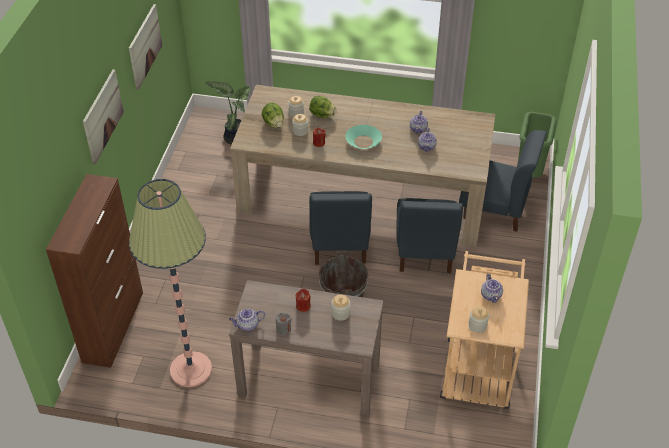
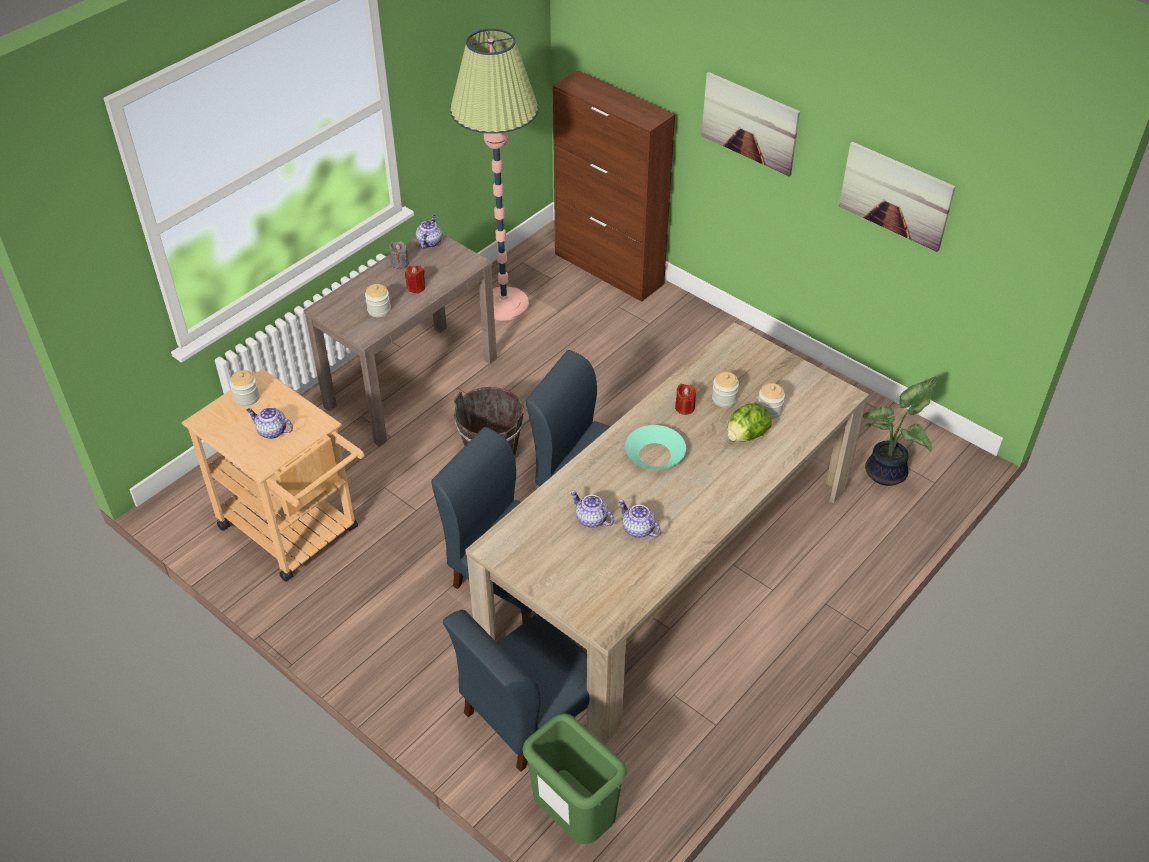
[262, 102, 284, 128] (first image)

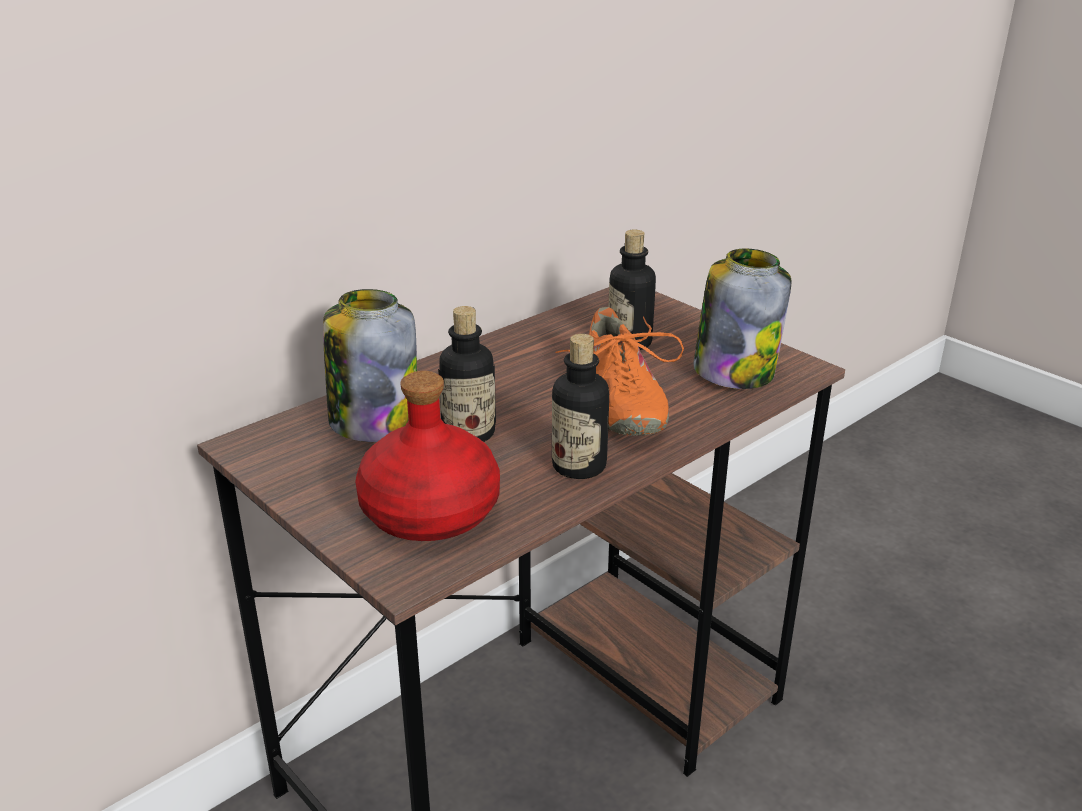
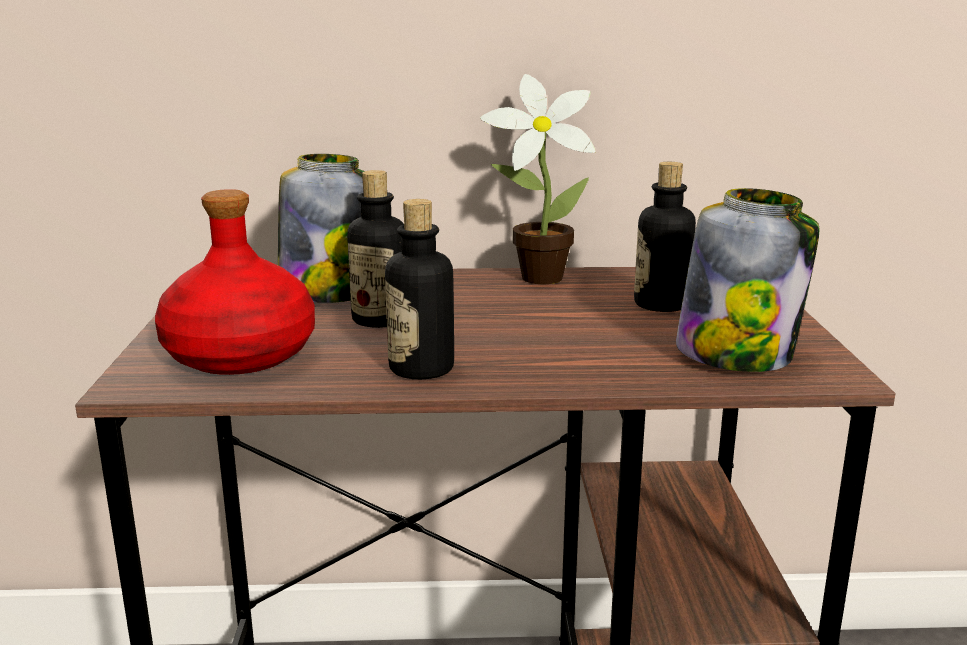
[556, 307, 684, 436] (first image)
[480, 74, 595, 284]

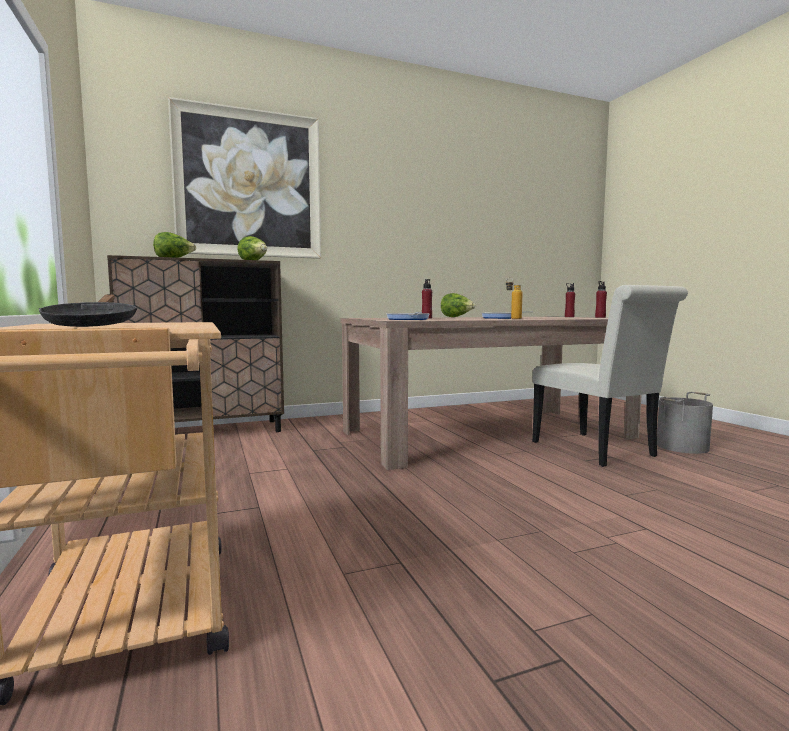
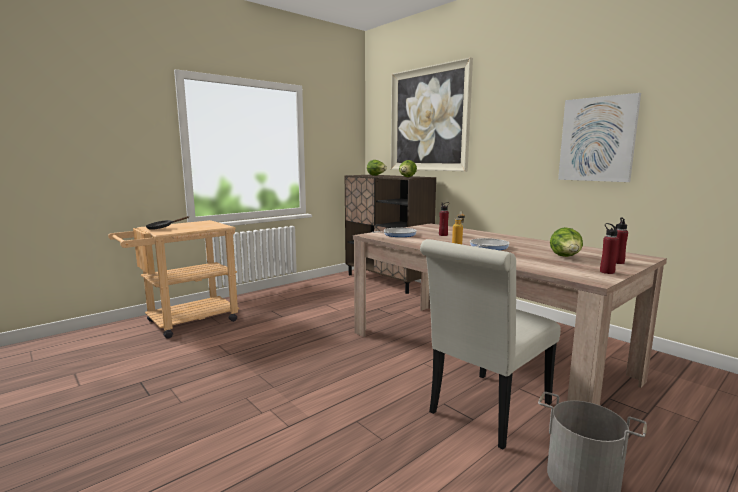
[550, 227, 583, 257]
[558, 93, 641, 182]

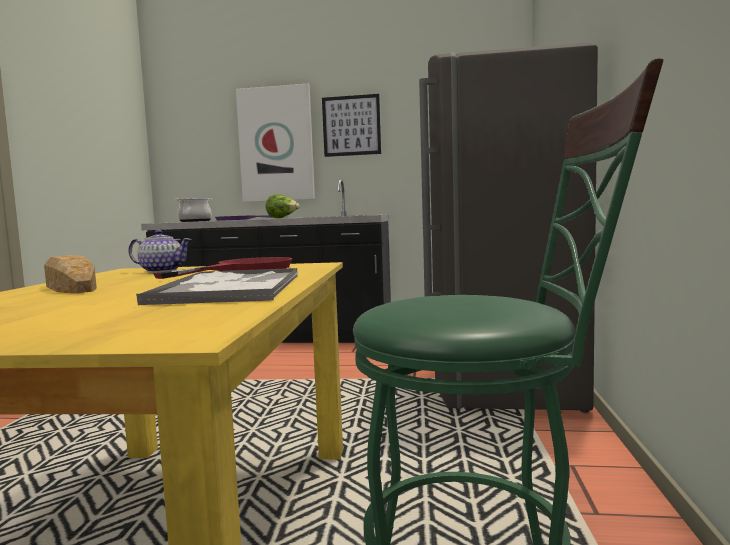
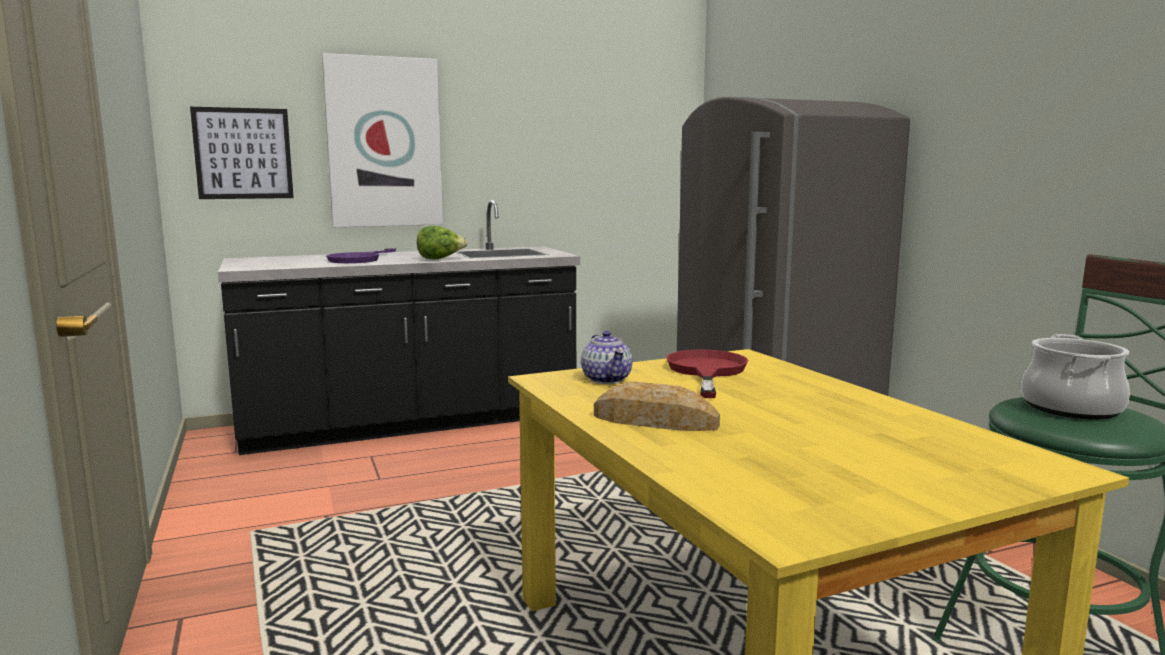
[581, 331, 632, 384]
[136, 268, 299, 306] (first image)
[1021, 334, 1130, 419]
[190, 107, 294, 199]

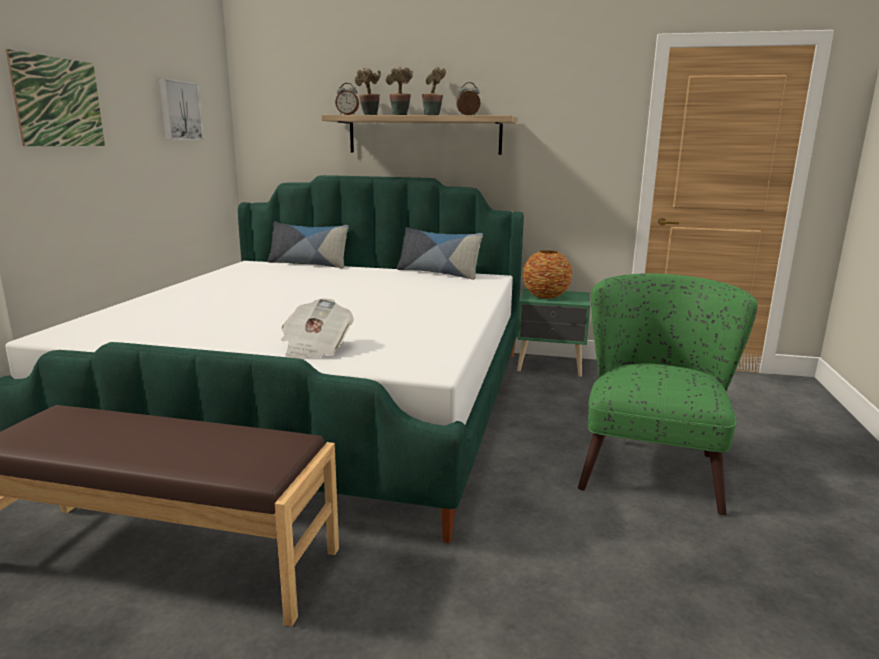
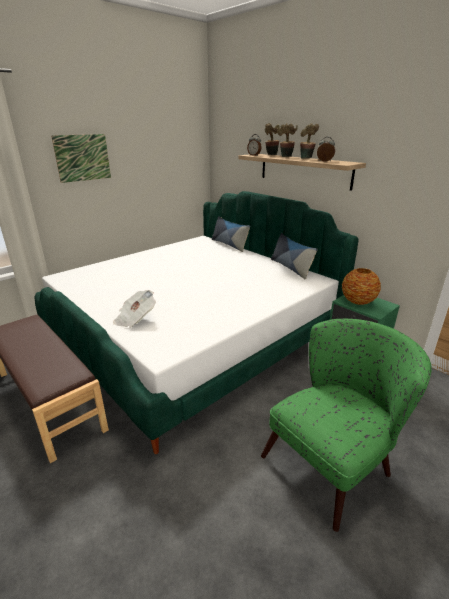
[158, 78, 204, 140] (first image)

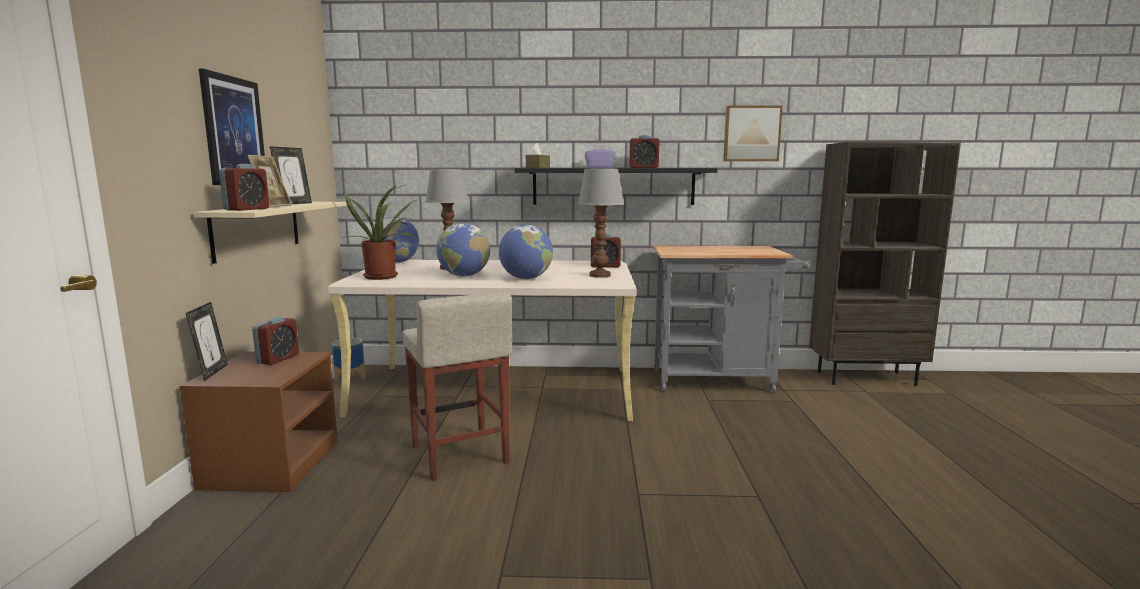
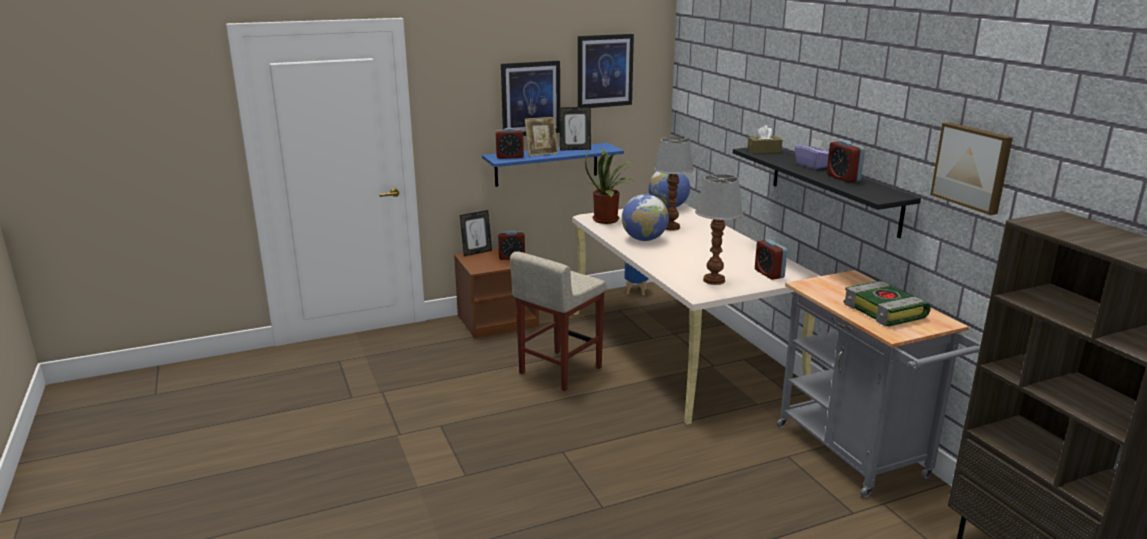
[482, 143, 624, 187]
[499, 225, 553, 279] (first image)
[578, 34, 634, 108]
[844, 281, 931, 327]

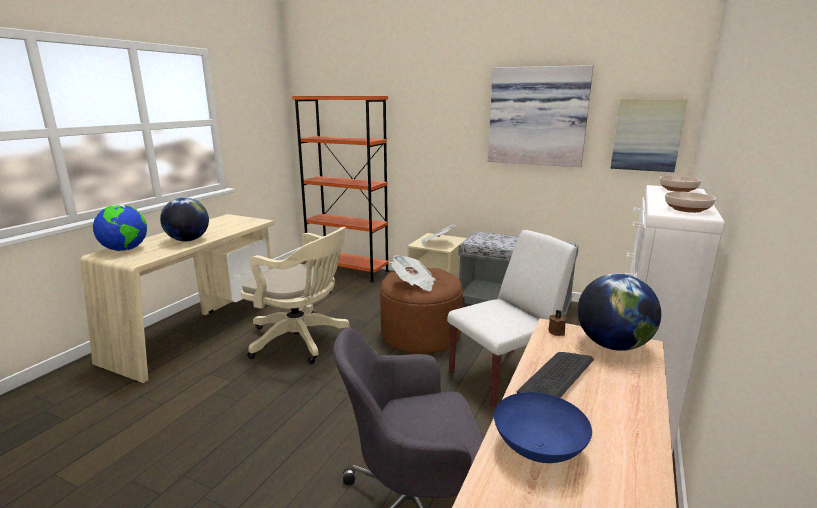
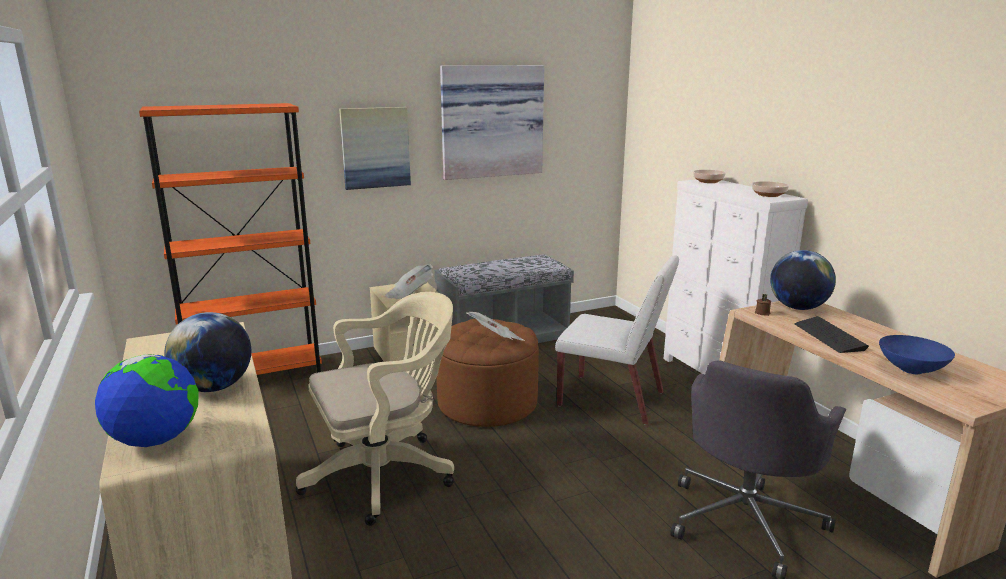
[555, 255, 679, 425]
[339, 107, 411, 190]

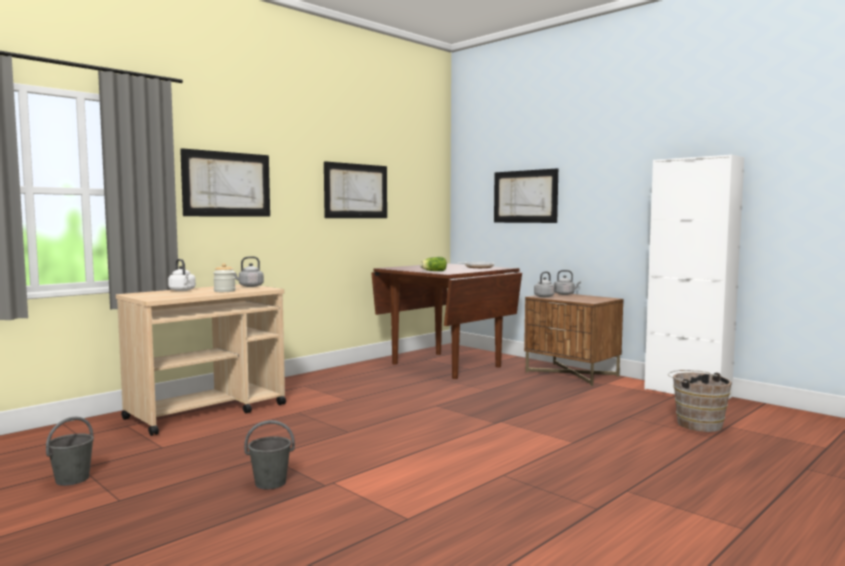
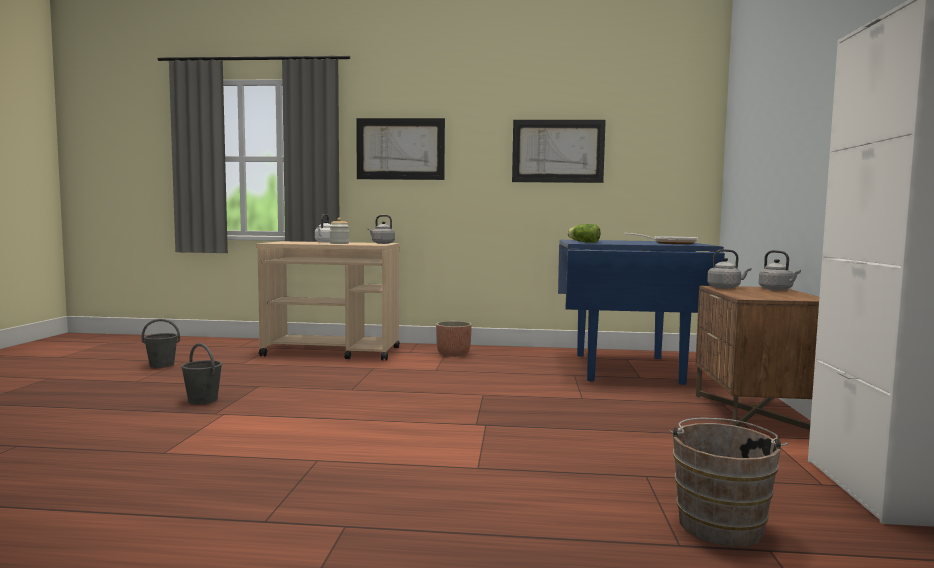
[558, 240, 725, 385]
[494, 168, 558, 223] (first image)
[436, 321, 472, 357]

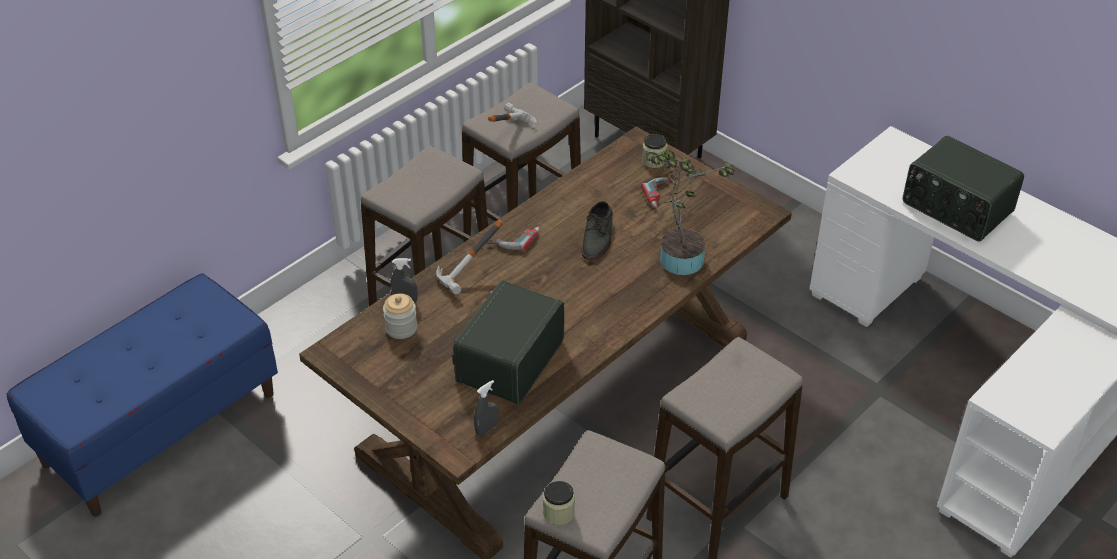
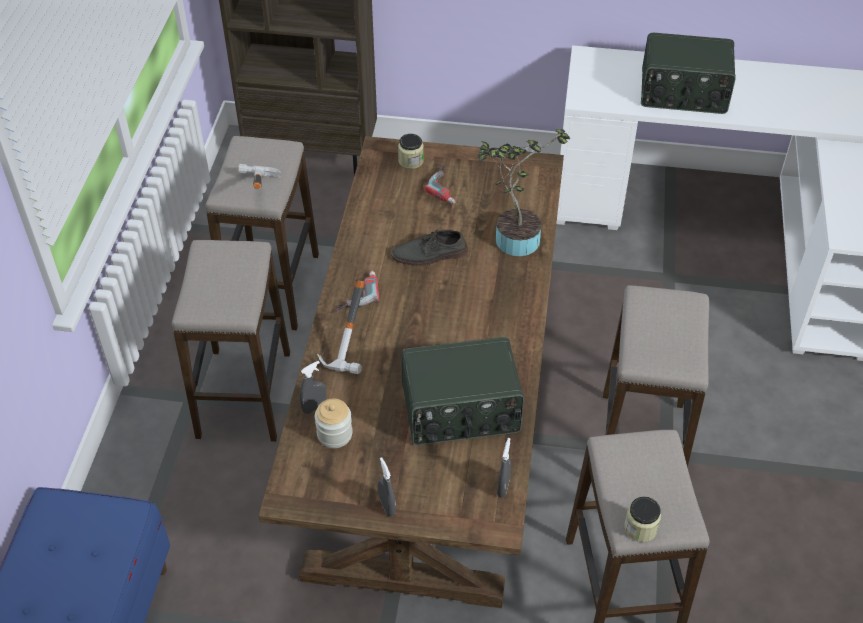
[401, 337, 524, 445]
[391, 228, 468, 266]
[378, 457, 396, 517]

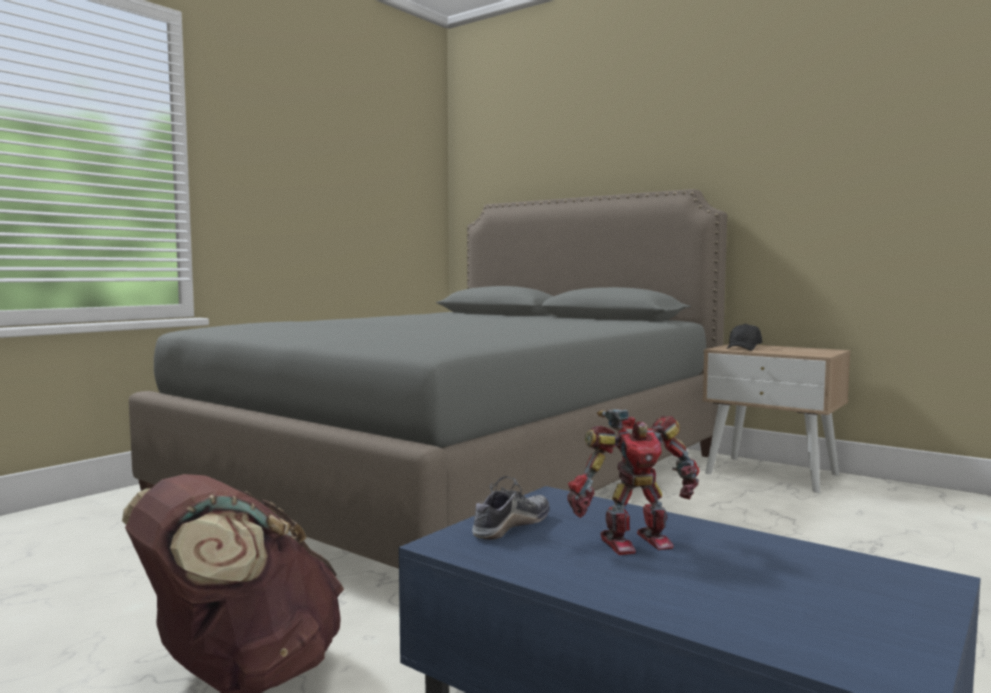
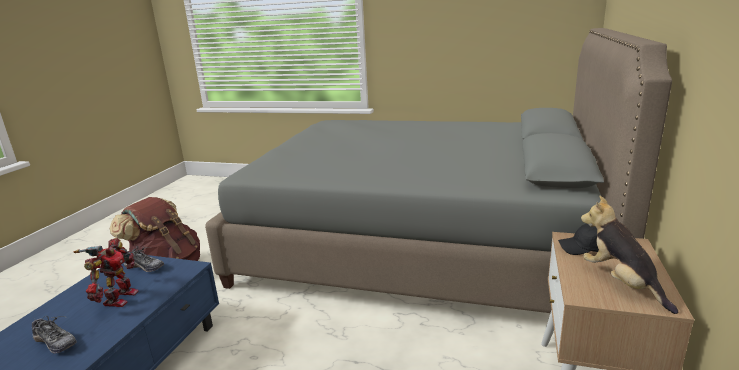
[74, 238, 139, 307]
[32, 316, 76, 354]
[581, 196, 678, 314]

